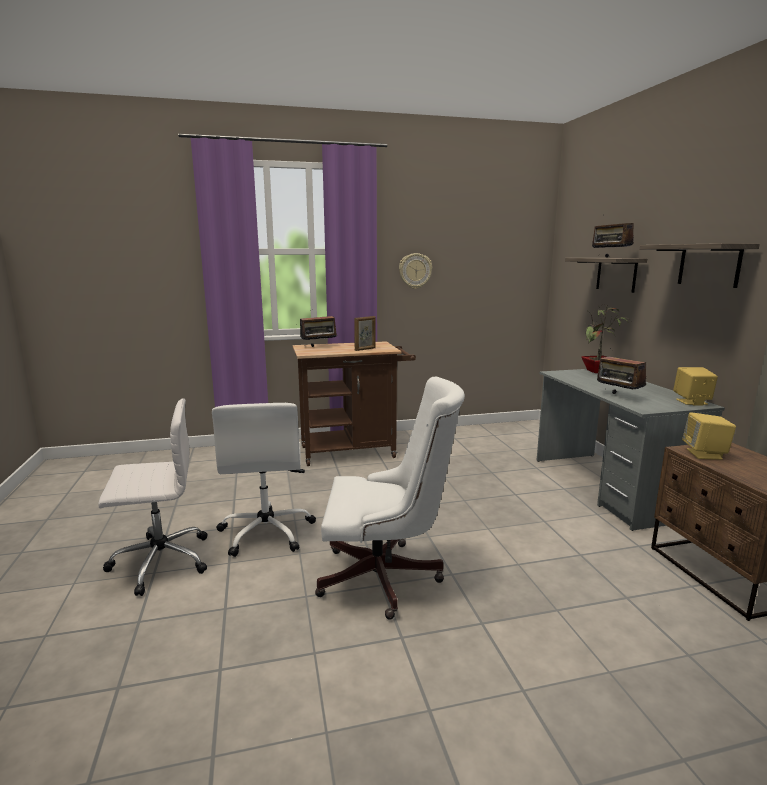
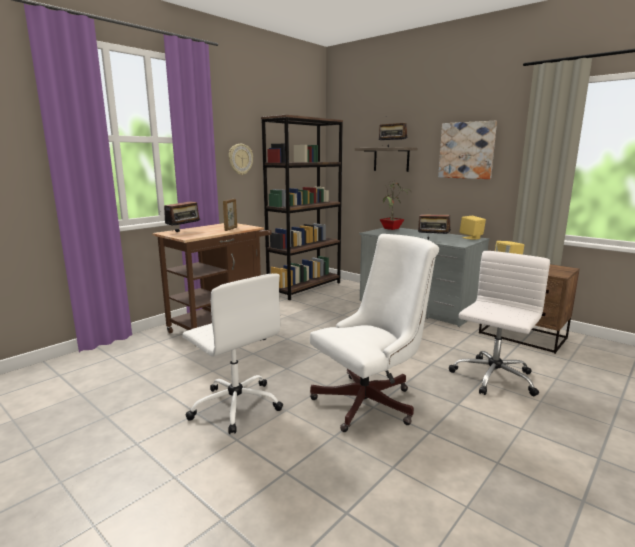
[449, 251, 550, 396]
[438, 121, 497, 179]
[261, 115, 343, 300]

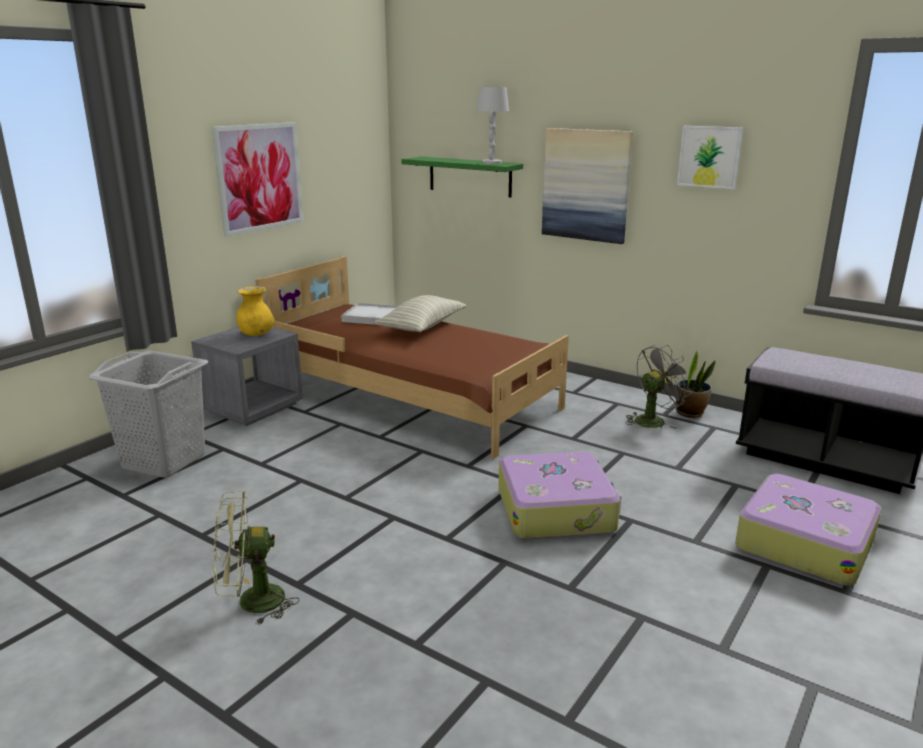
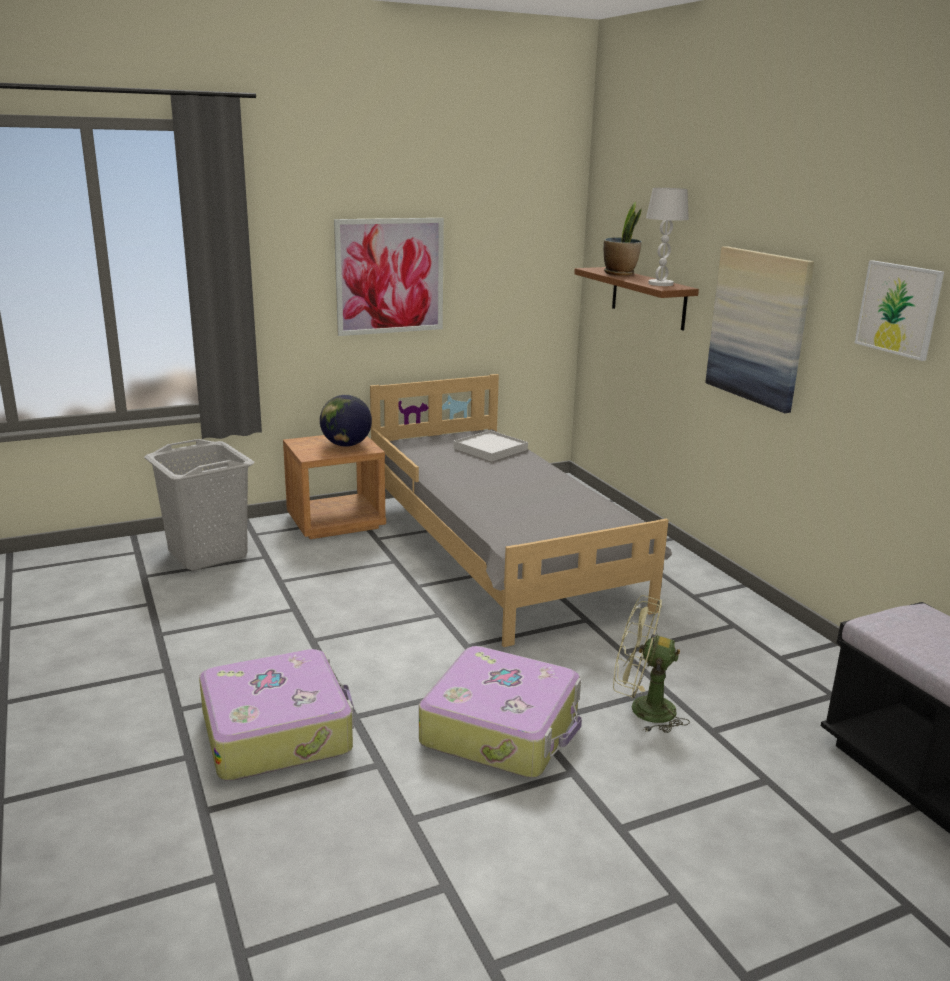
[283, 435, 386, 539]
[613, 595, 690, 733]
[320, 395, 372, 447]
[370, 374, 672, 647]
[374, 295, 466, 332] (first image)
[574, 267, 699, 330]
[626, 345, 693, 429] (first image)
[604, 202, 642, 276]
[199, 649, 354, 781]

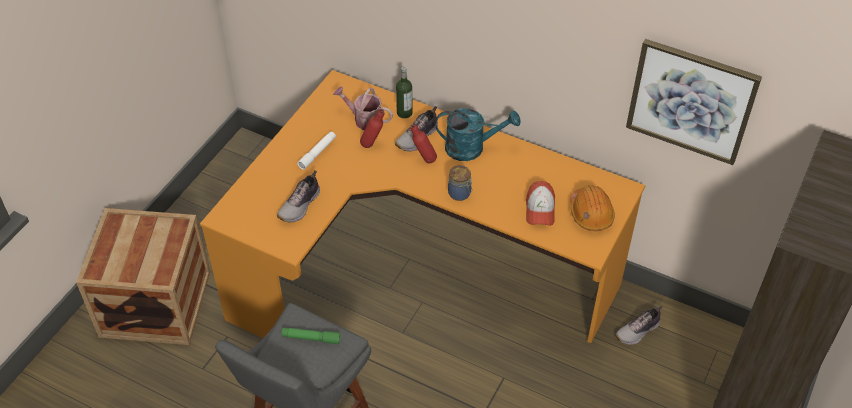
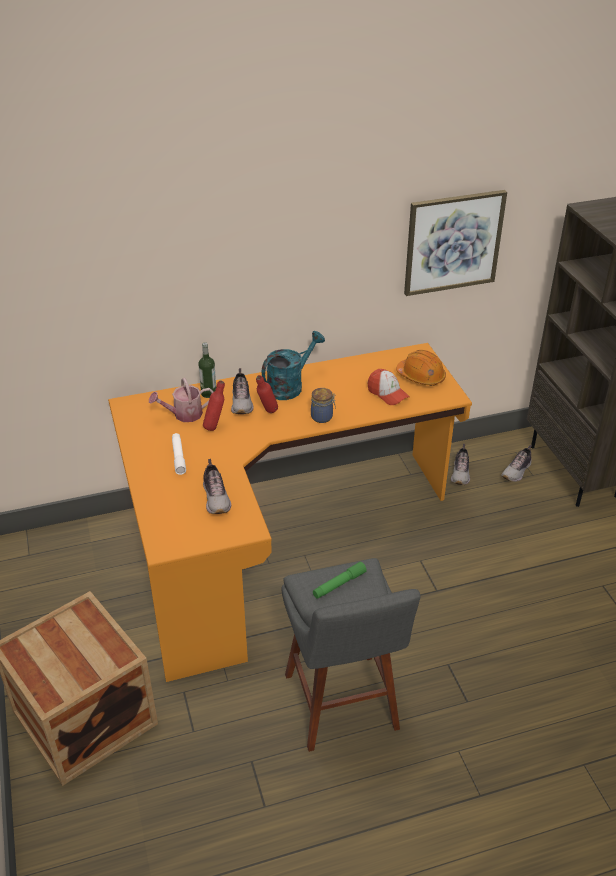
[501, 445, 532, 482]

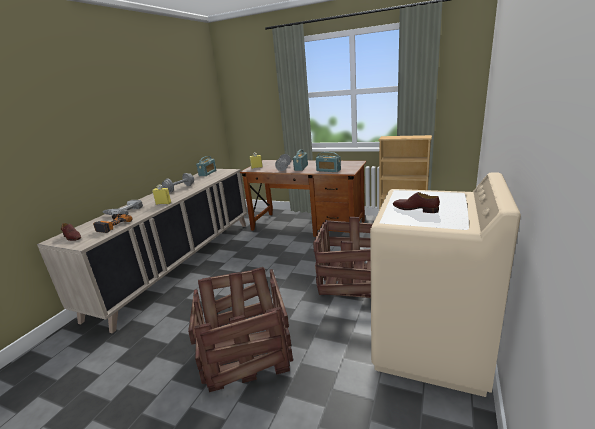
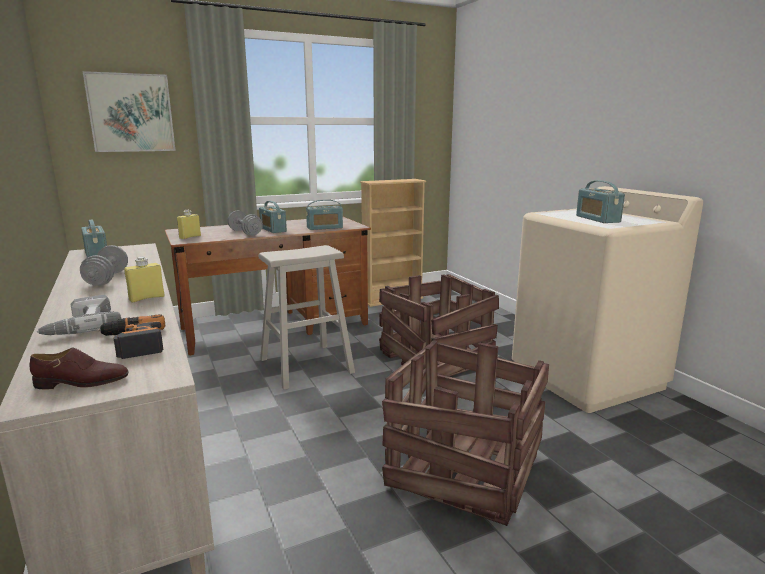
[576, 180, 625, 223]
[83, 71, 176, 152]
[259, 245, 355, 390]

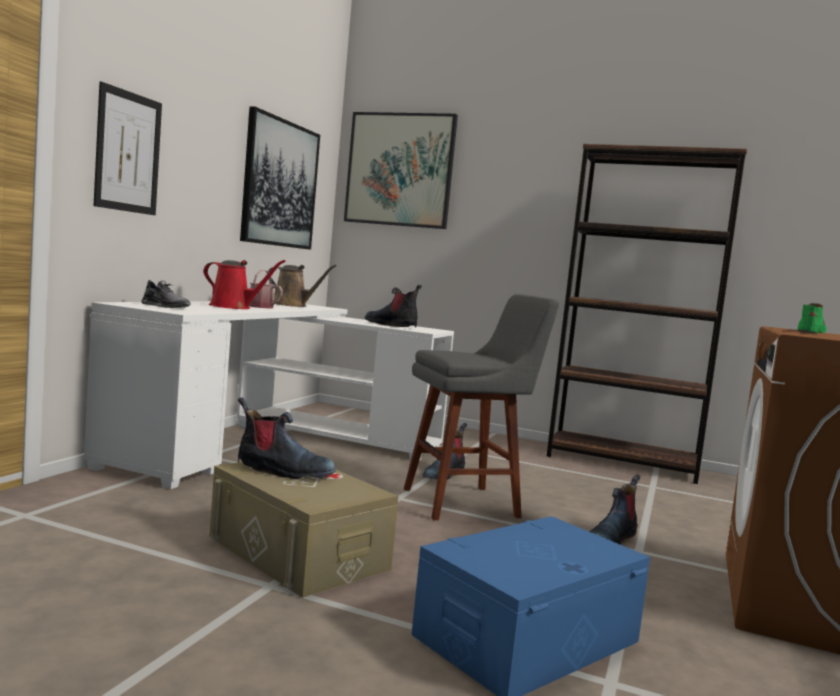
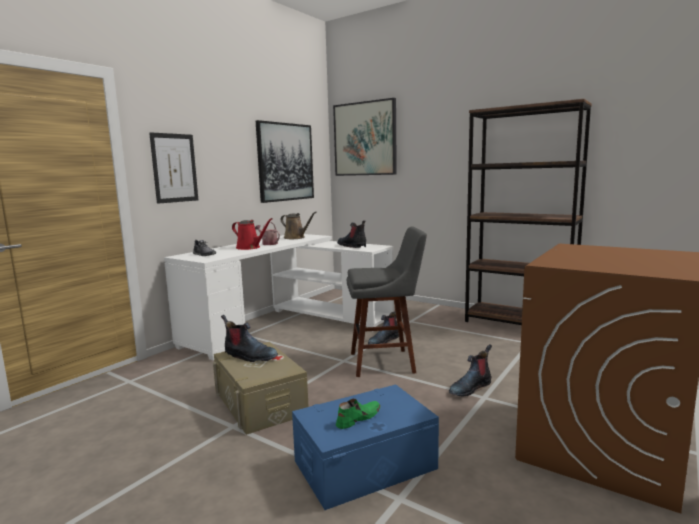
[336, 399, 380, 429]

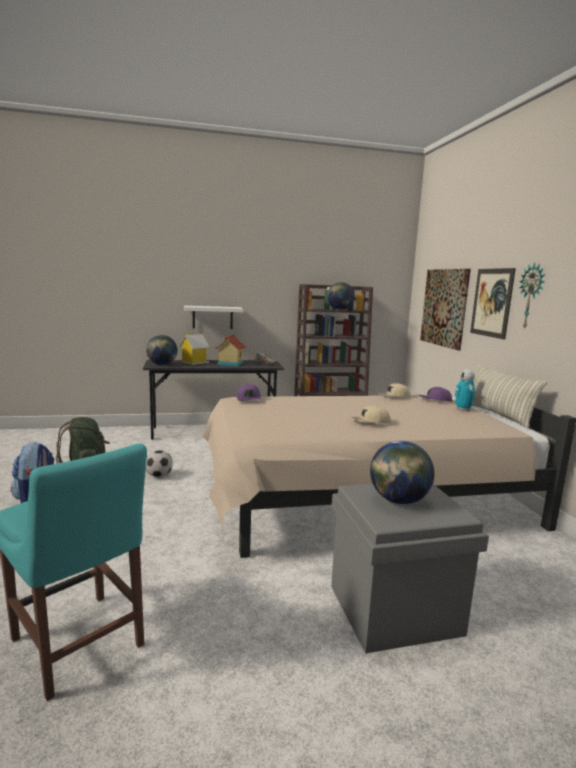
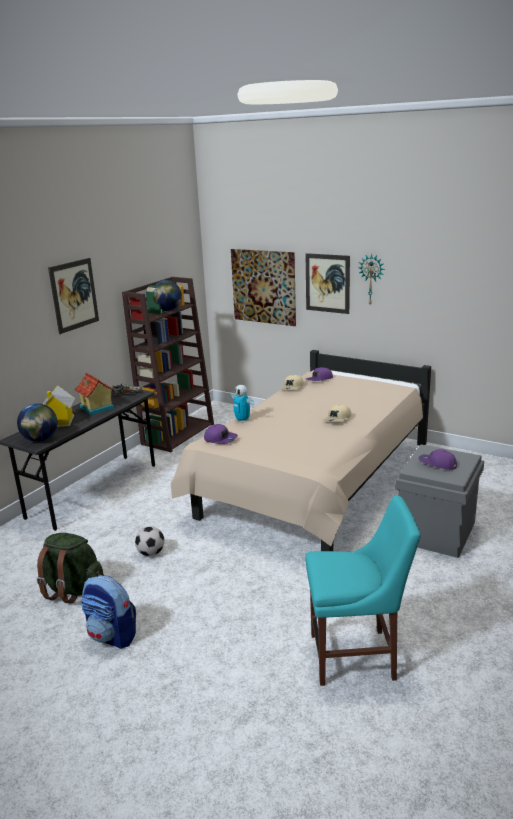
[184, 306, 243, 329] (first image)
[418, 449, 457, 470]
[230, 385, 254, 423]
[472, 365, 547, 428] (first image)
[48, 258, 99, 334]

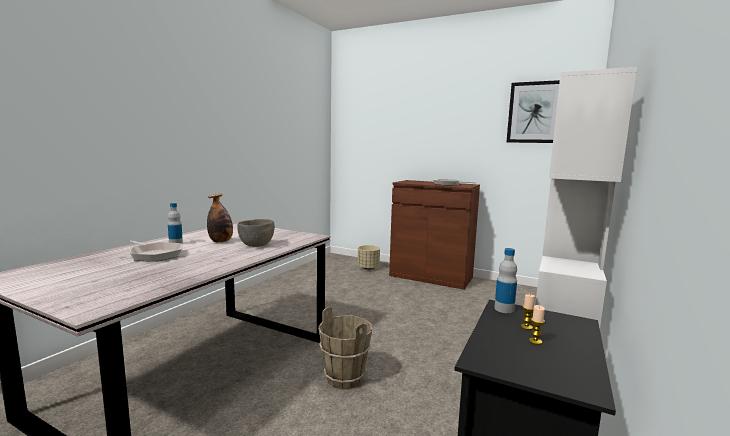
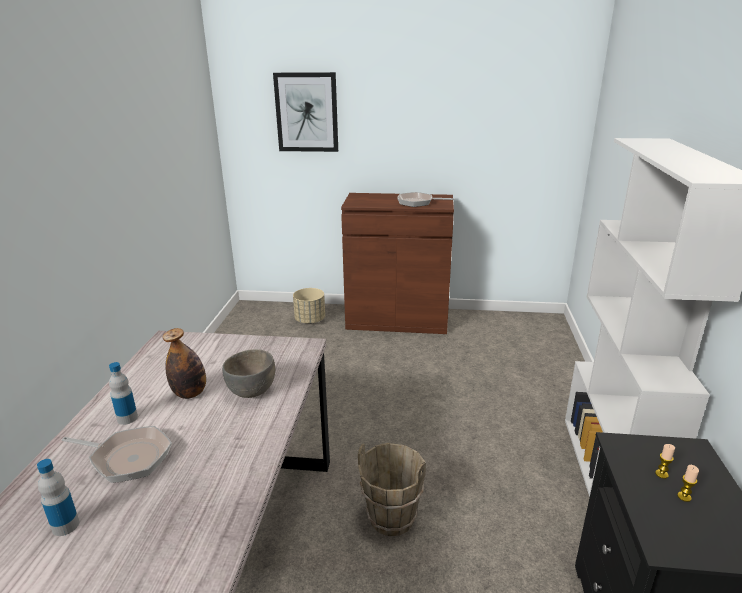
[37, 459, 79, 536]
[273, 72, 338, 152]

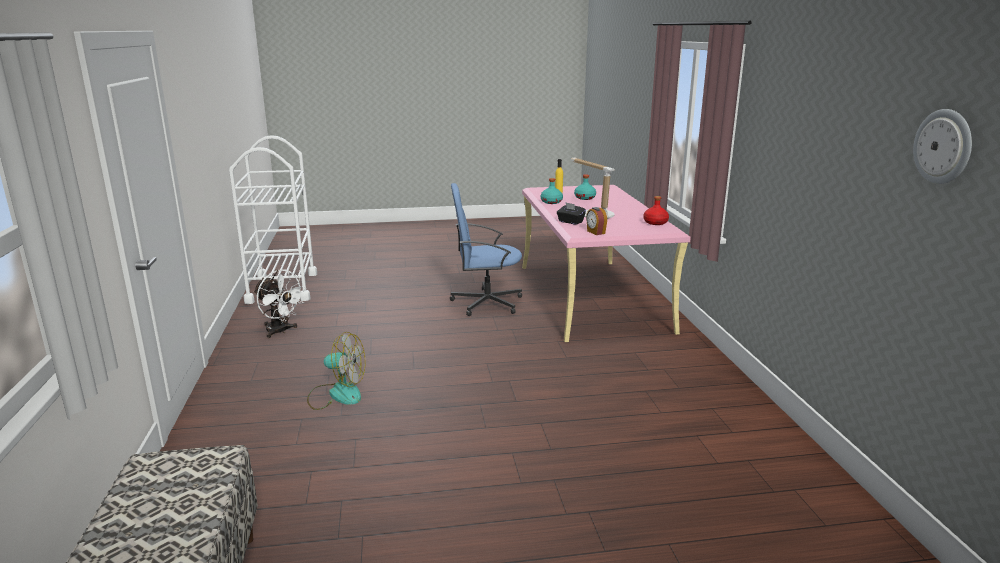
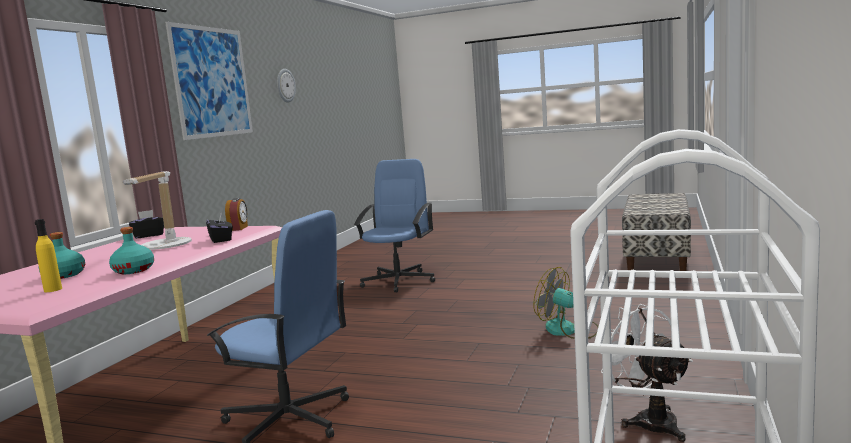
[129, 210, 164, 238]
[165, 22, 253, 140]
[354, 159, 435, 292]

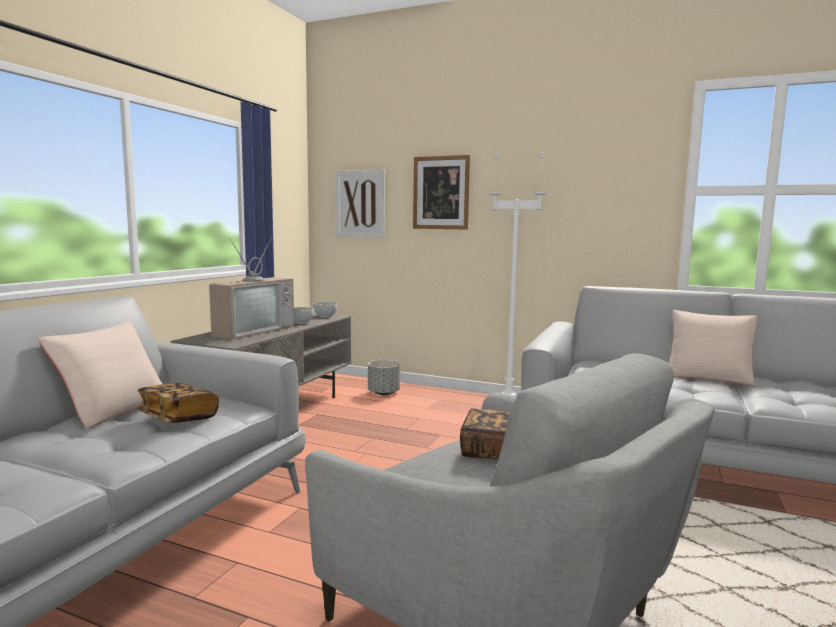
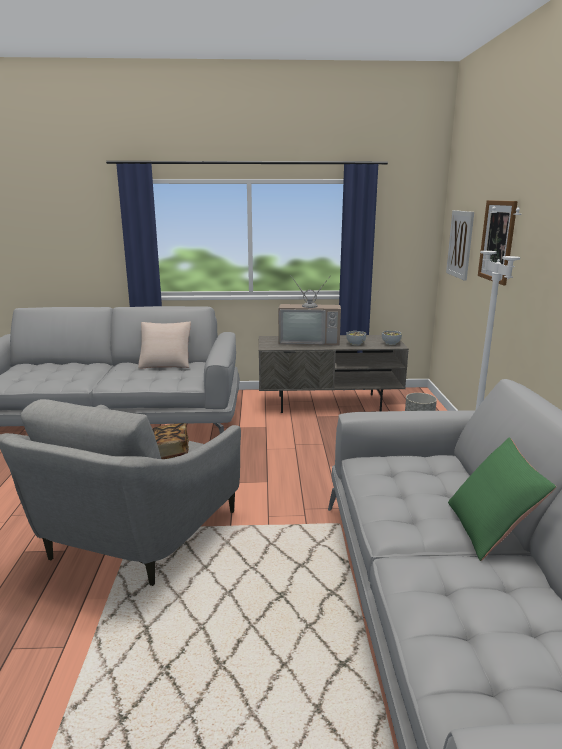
[137, 383, 219, 423] (first image)
[448, 437, 556, 561]

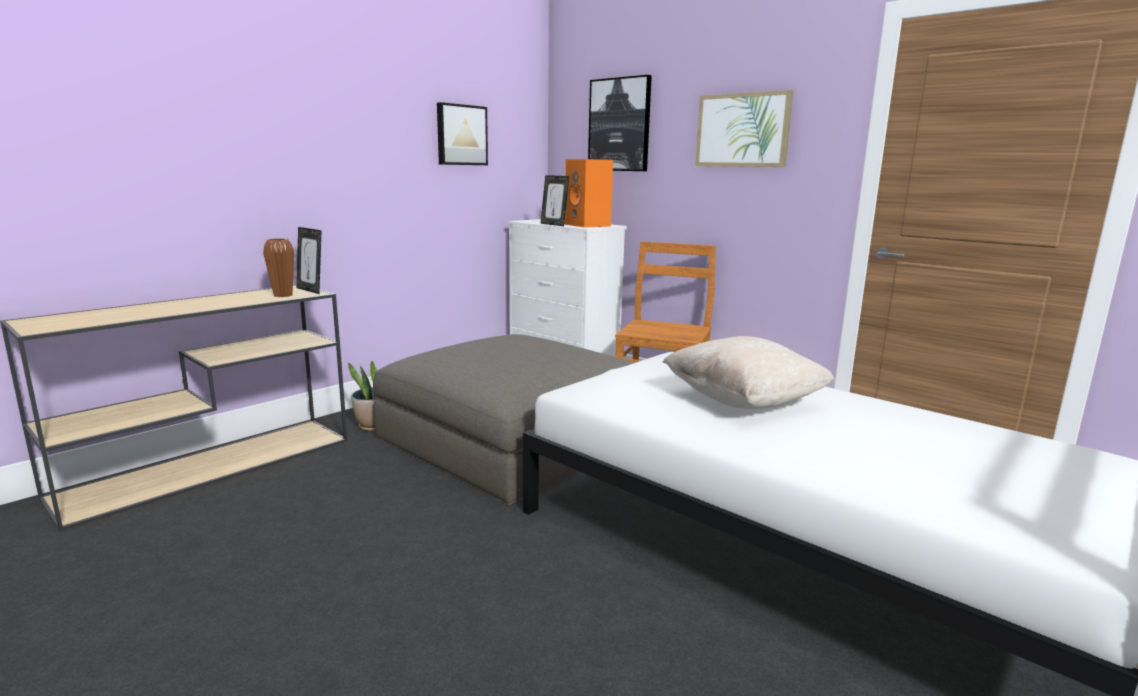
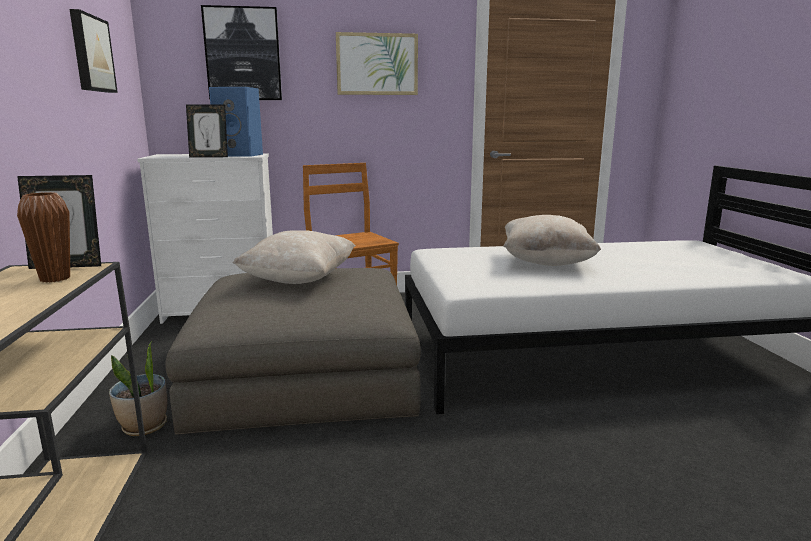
[209, 87, 263, 157]
[233, 230, 356, 284]

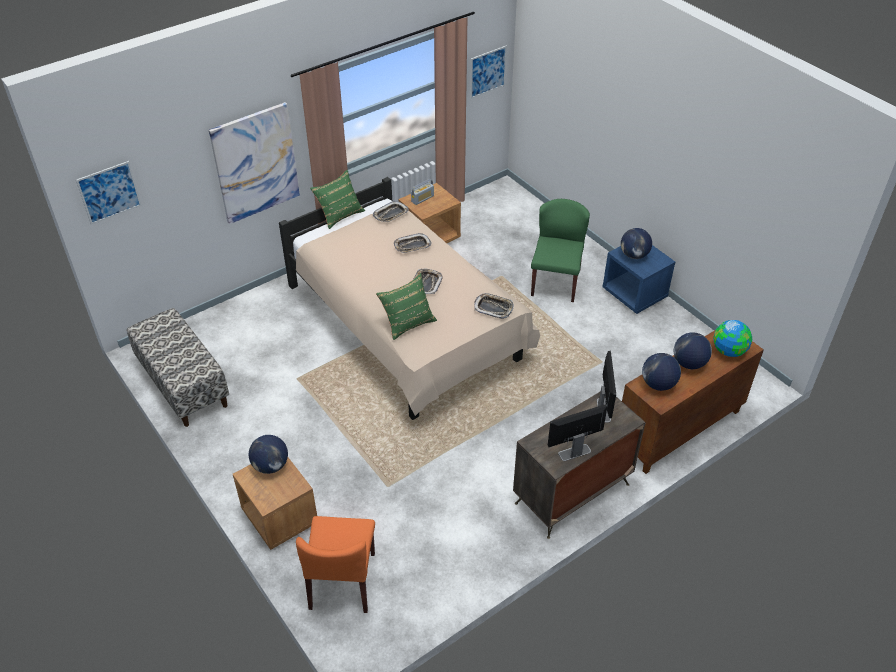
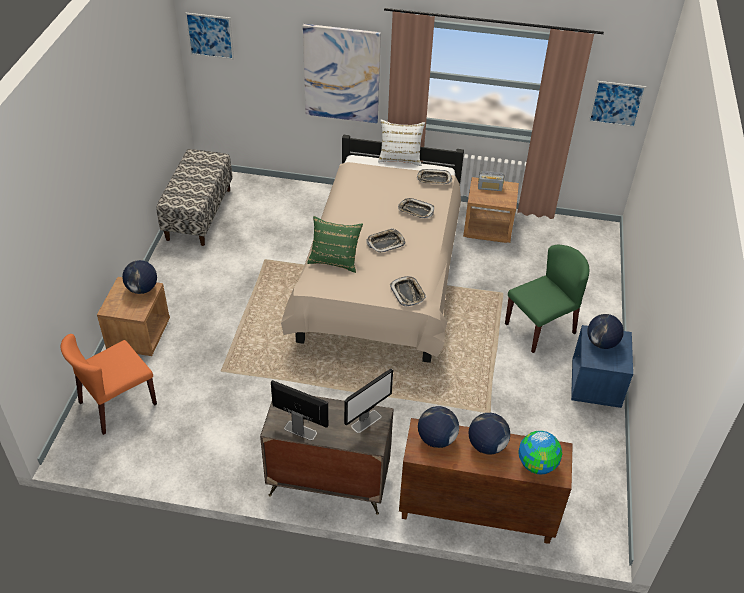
[378, 120, 425, 166]

